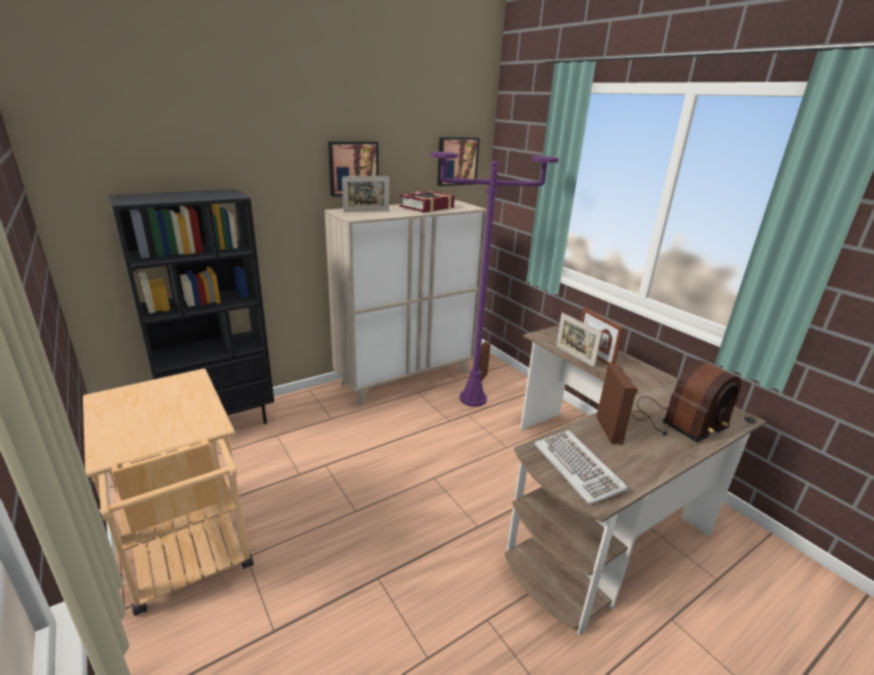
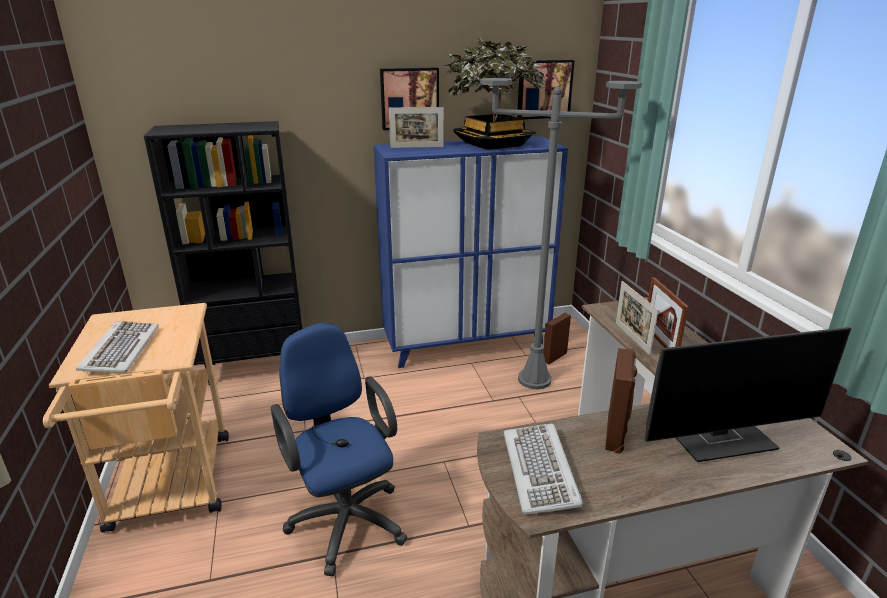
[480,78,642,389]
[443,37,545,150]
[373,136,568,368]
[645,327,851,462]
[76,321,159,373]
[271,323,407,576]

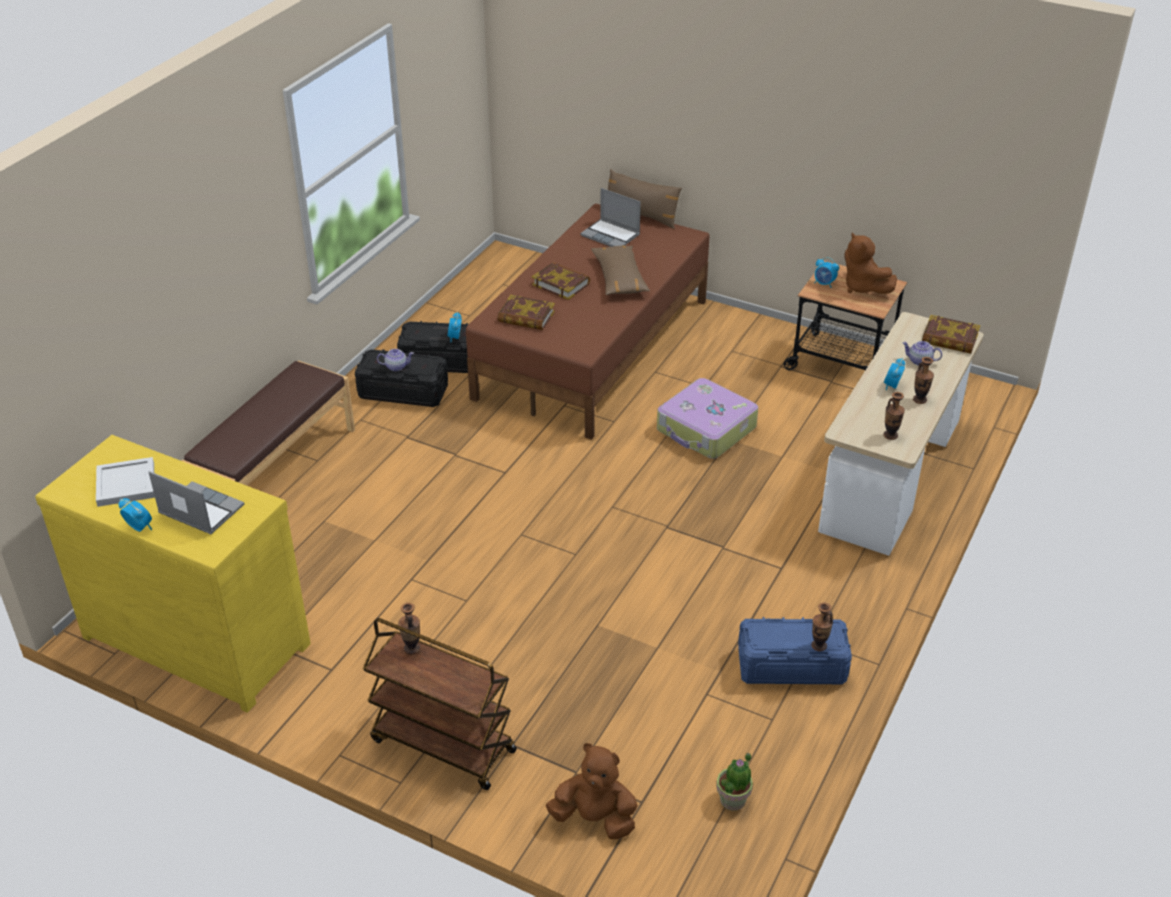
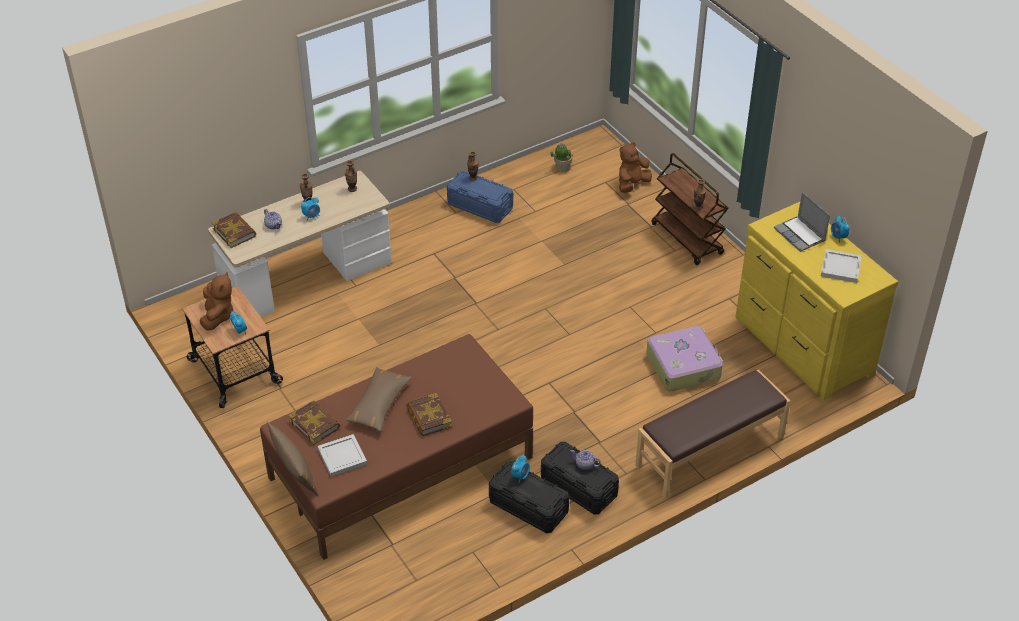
[317,434,367,477]
[288,400,340,445]
[646,326,723,391]
[619,142,652,193]

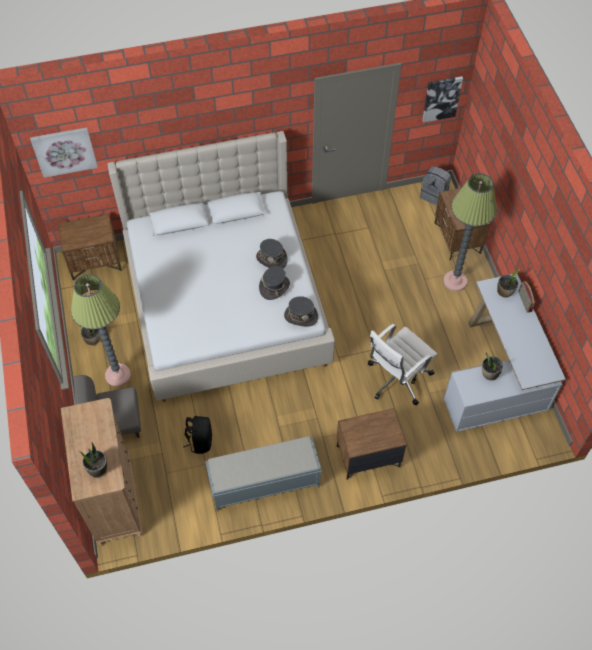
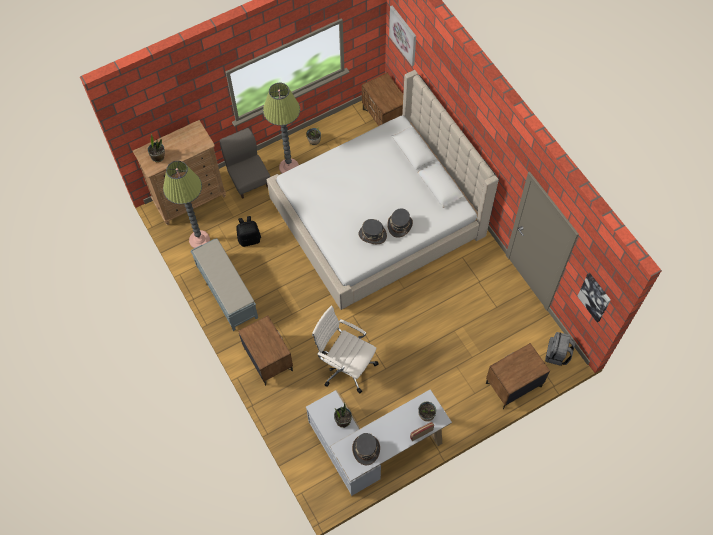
[163,161,210,248]
[352,433,380,465]

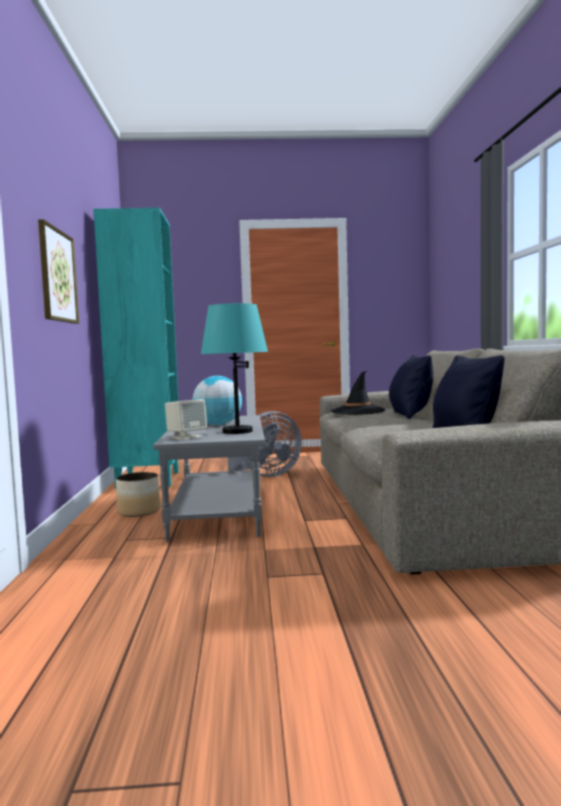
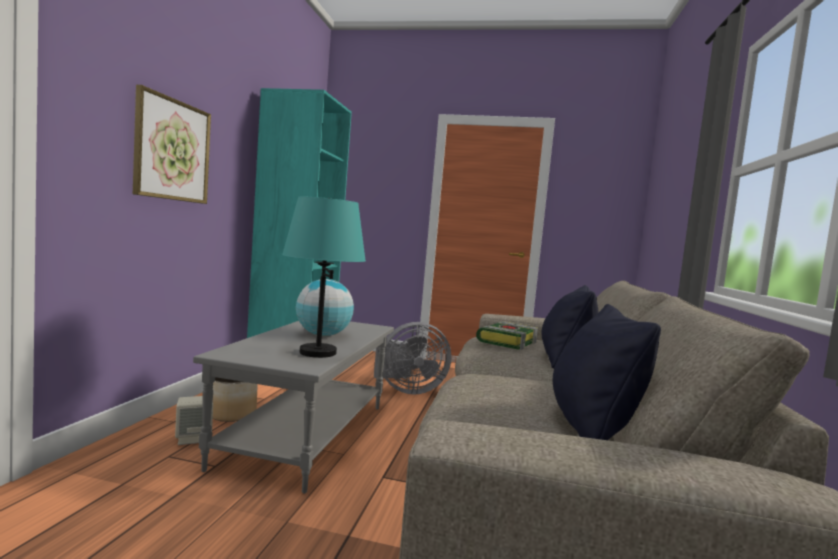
[476,321,538,350]
[175,396,213,445]

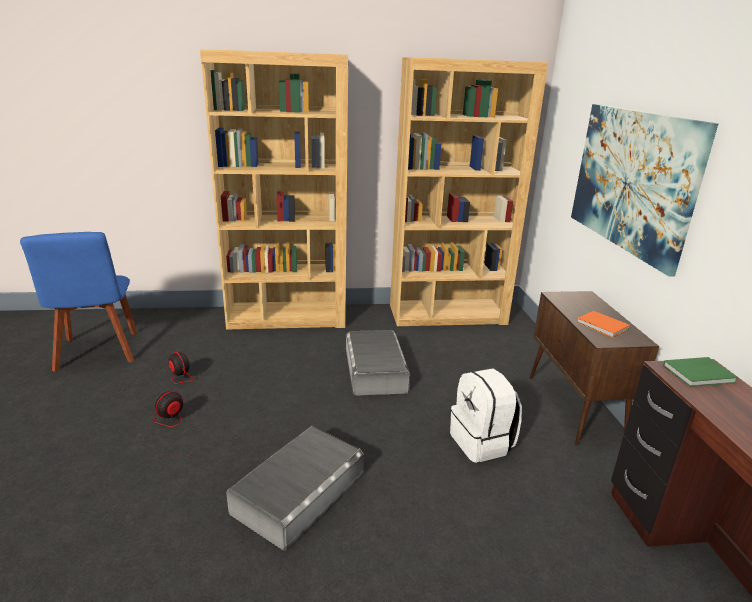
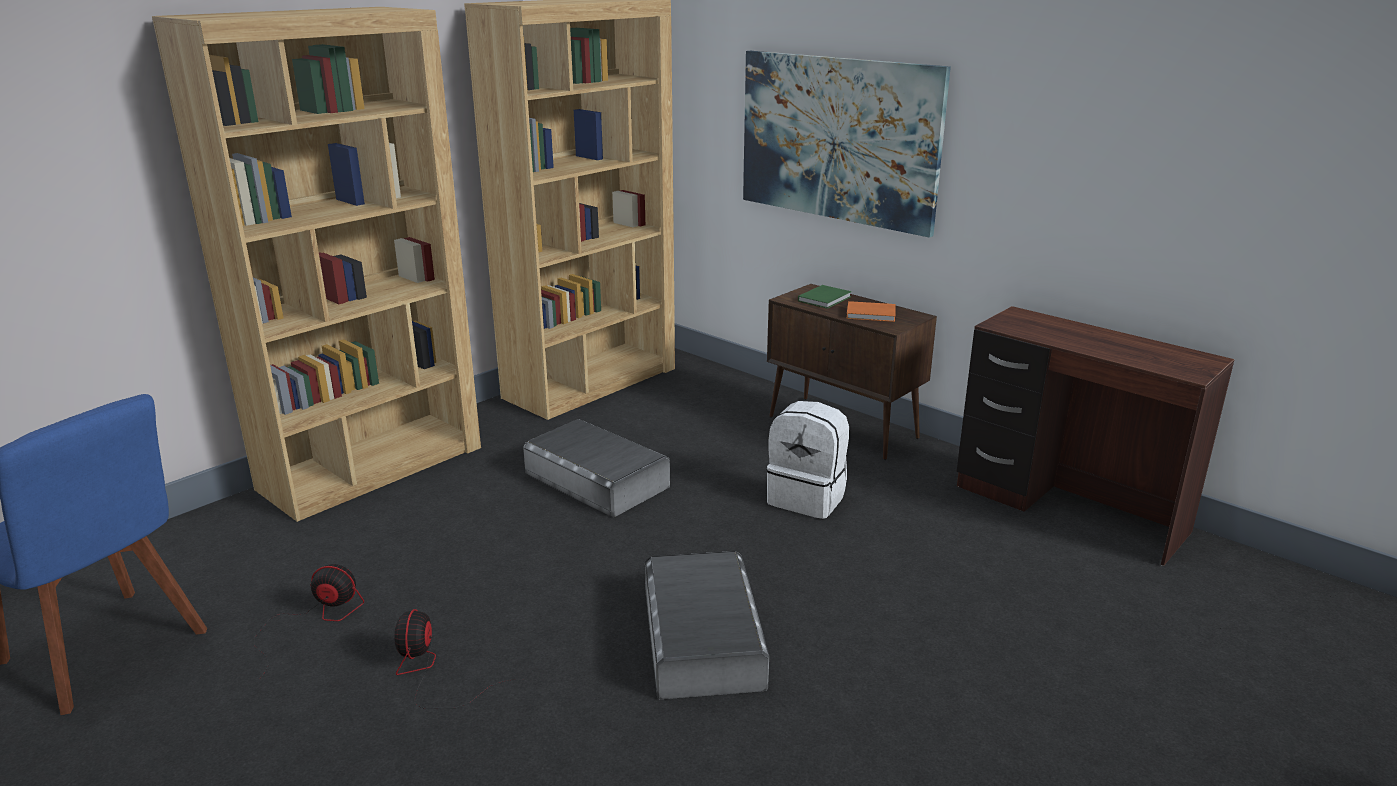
[798,285,851,309]

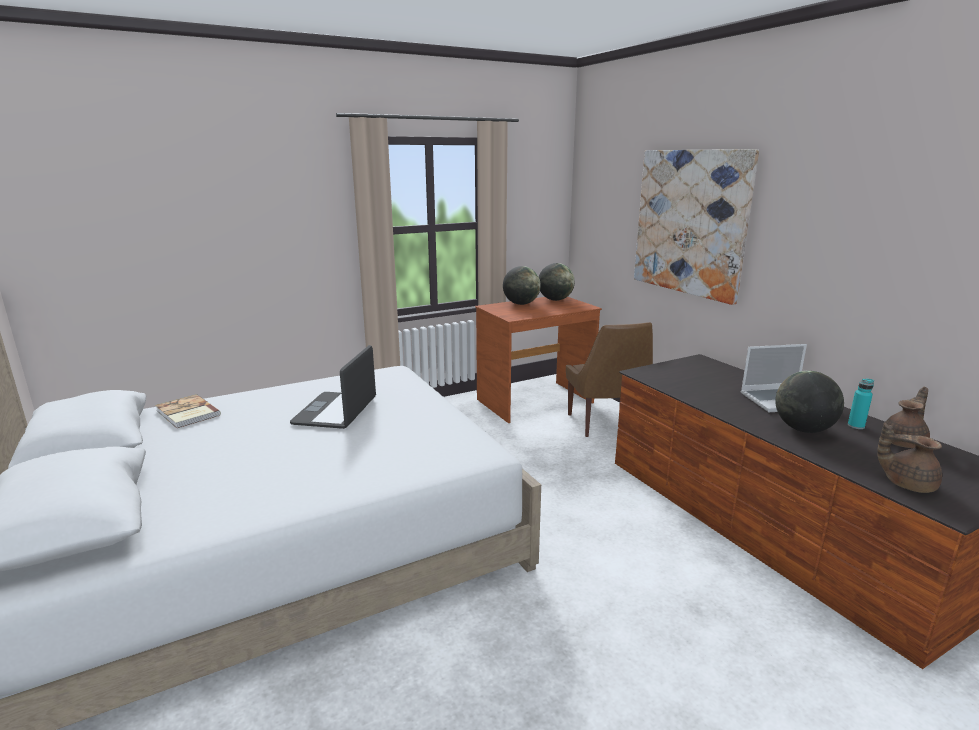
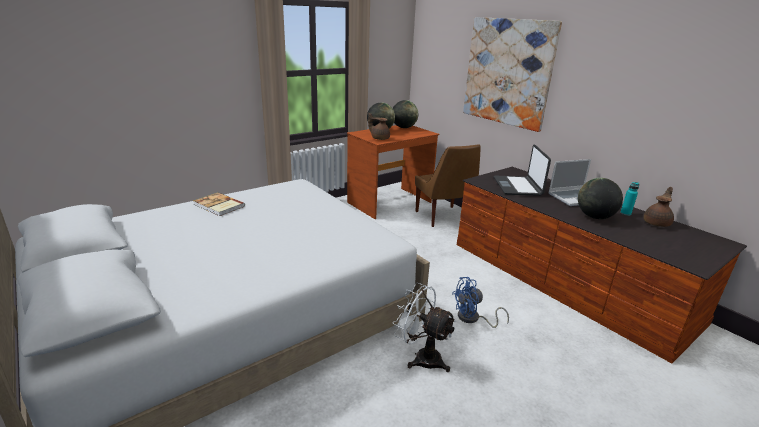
[494,144,551,196]
[193,192,245,216]
[368,113,390,140]
[452,277,509,328]
[393,282,456,372]

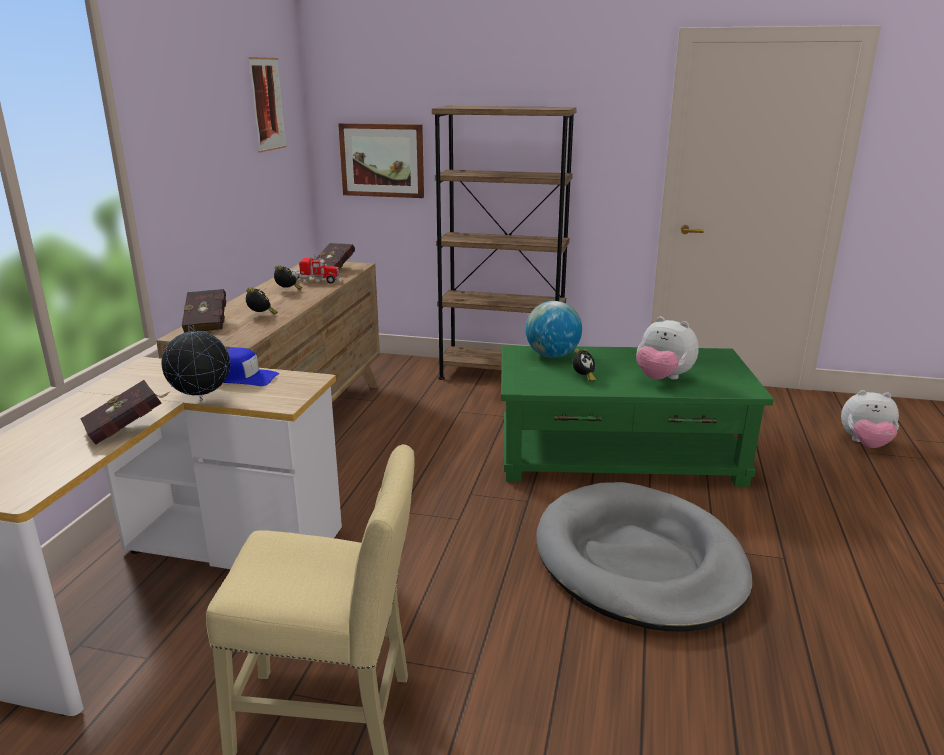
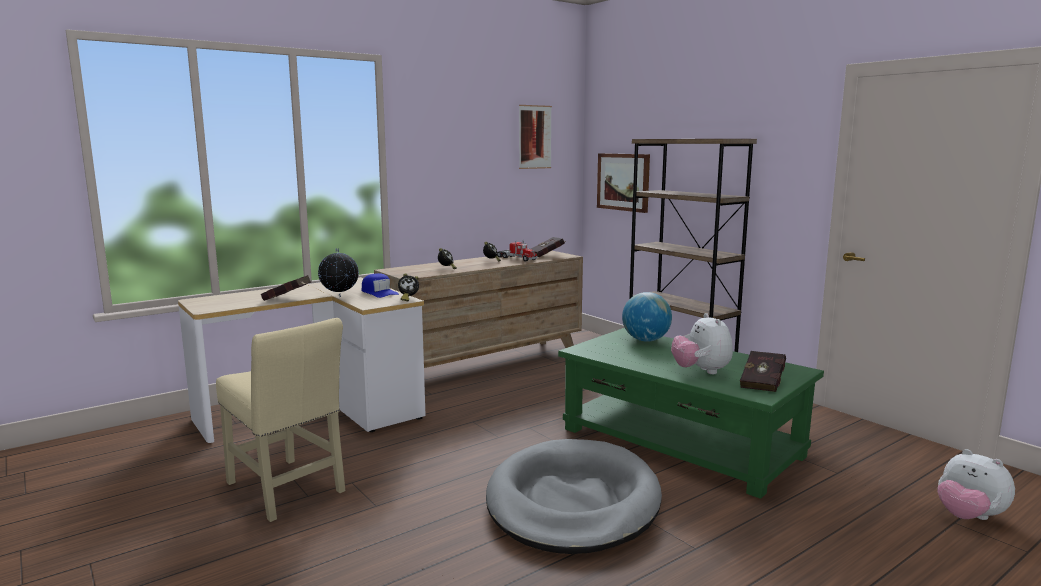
[740,351,786,392]
[398,273,419,301]

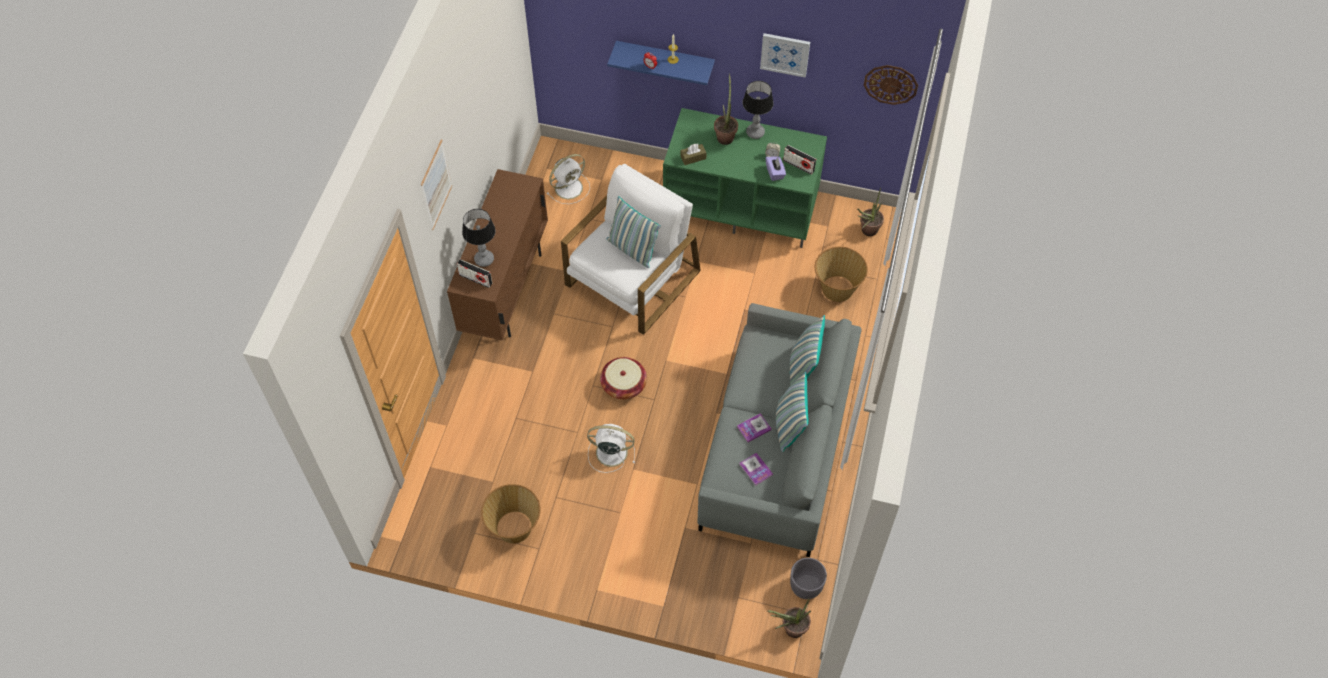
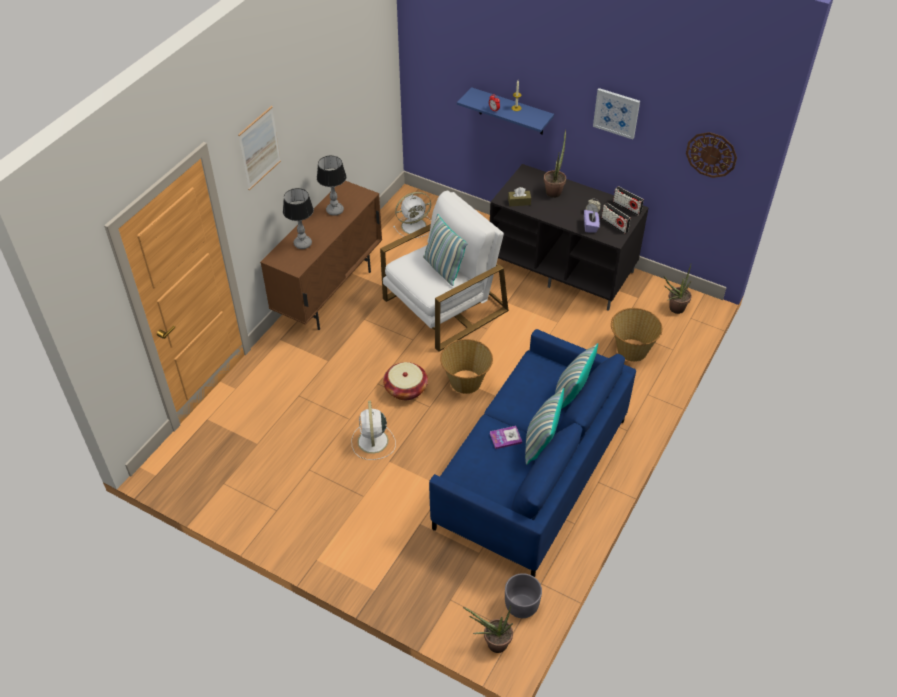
[317,156,346,216]
[490,164,649,311]
[613,186,644,215]
[429,329,636,577]
[351,401,396,460]
[739,453,773,486] (first image)
[440,339,493,394]

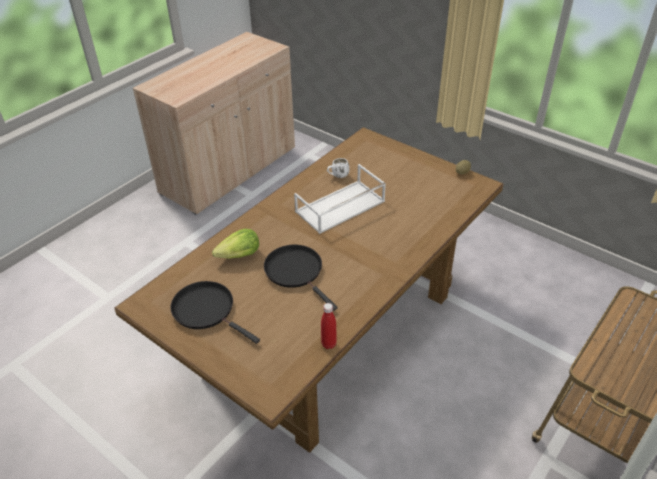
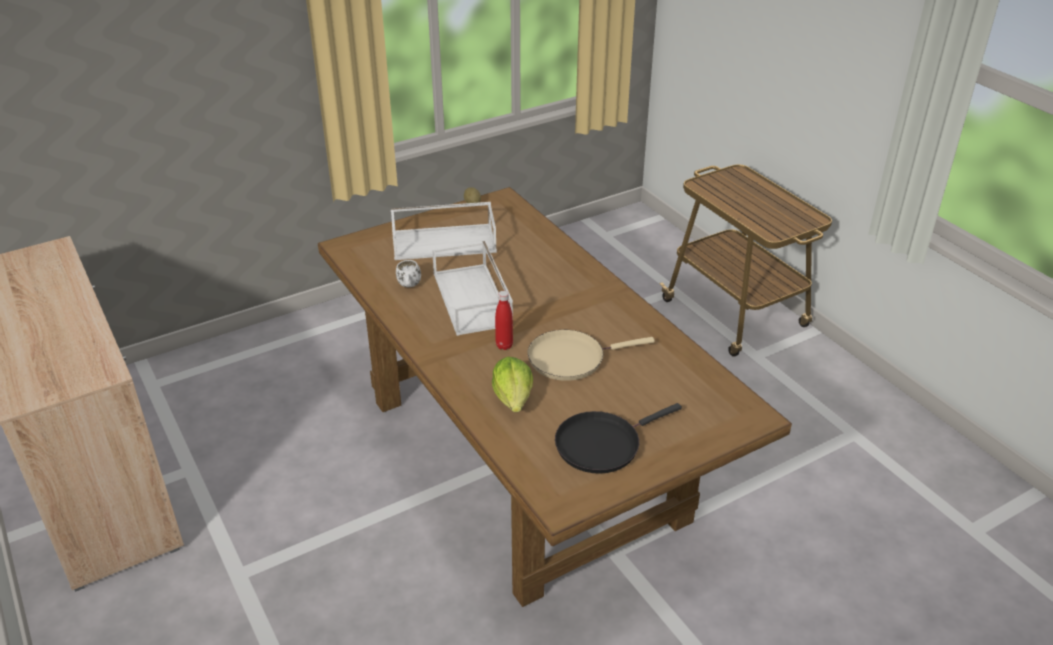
[528,330,655,381]
[495,291,513,350]
[391,202,497,260]

